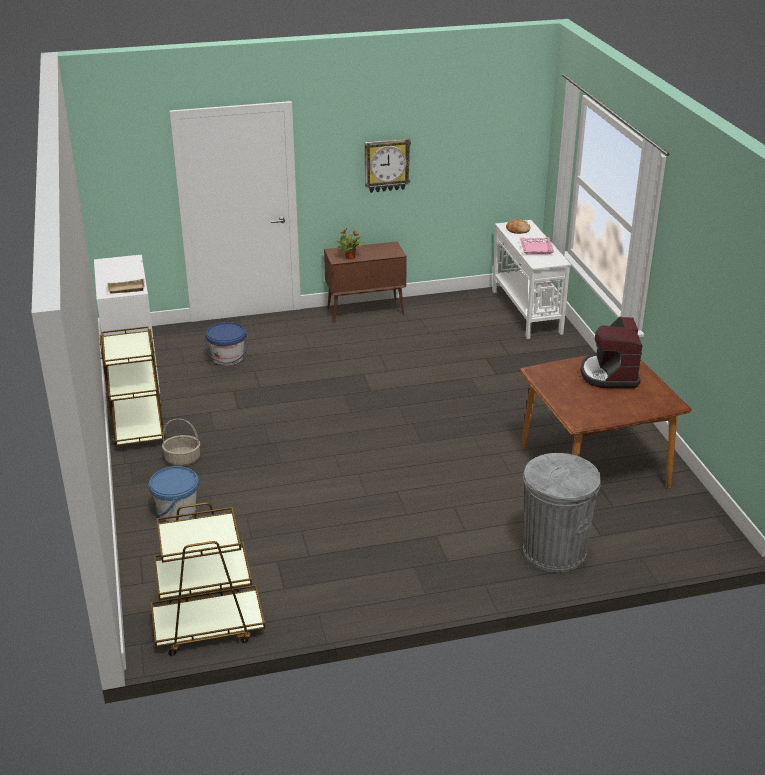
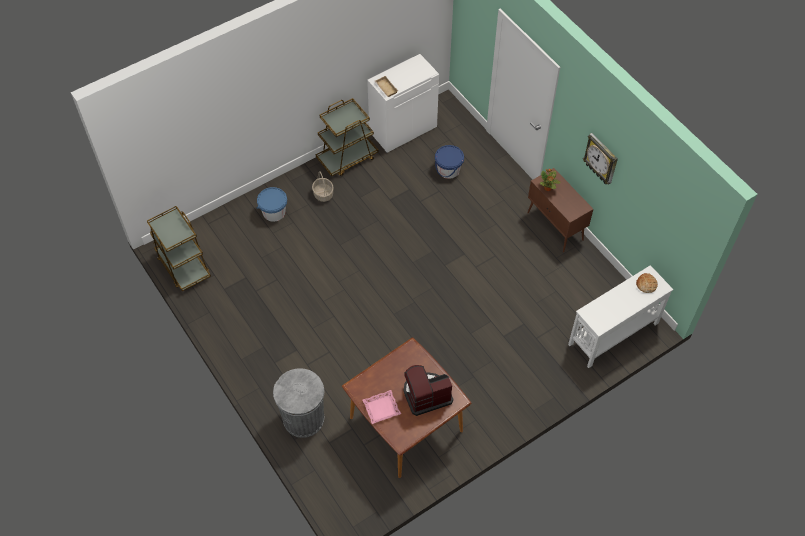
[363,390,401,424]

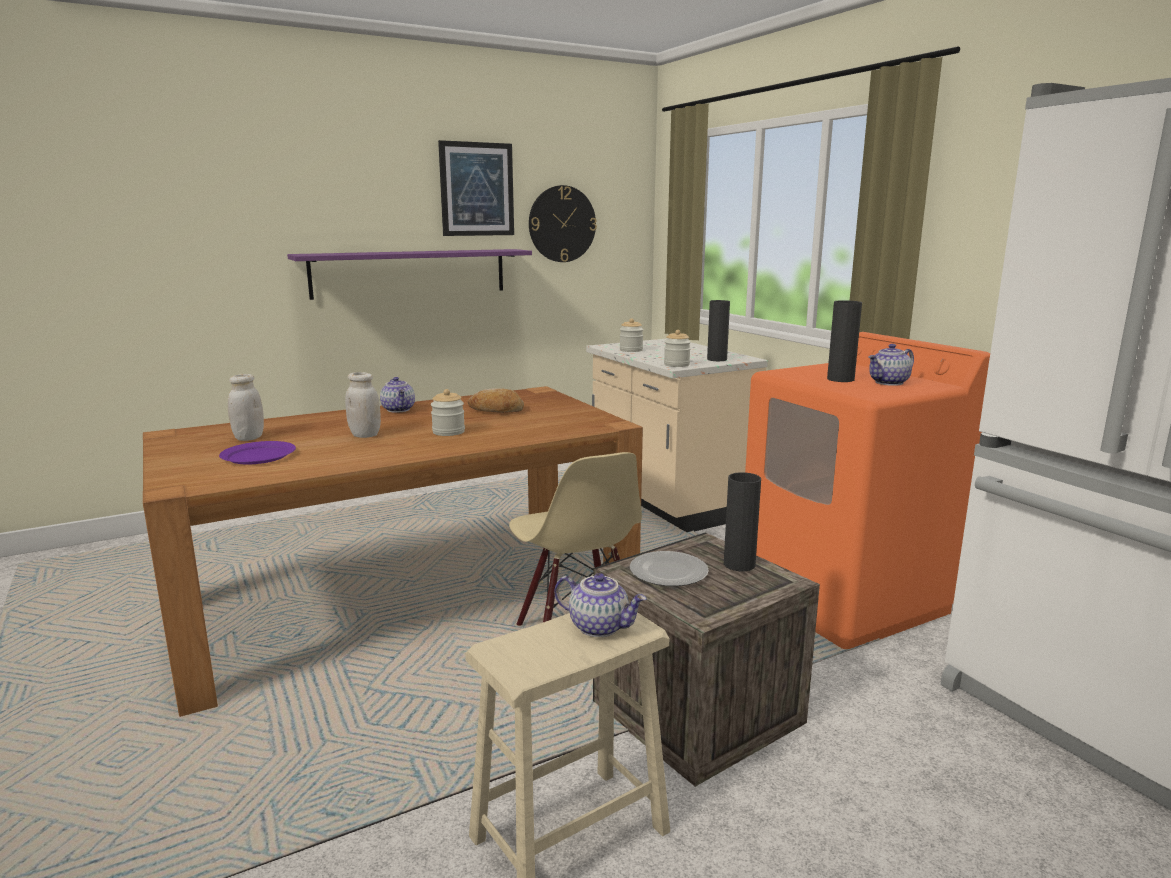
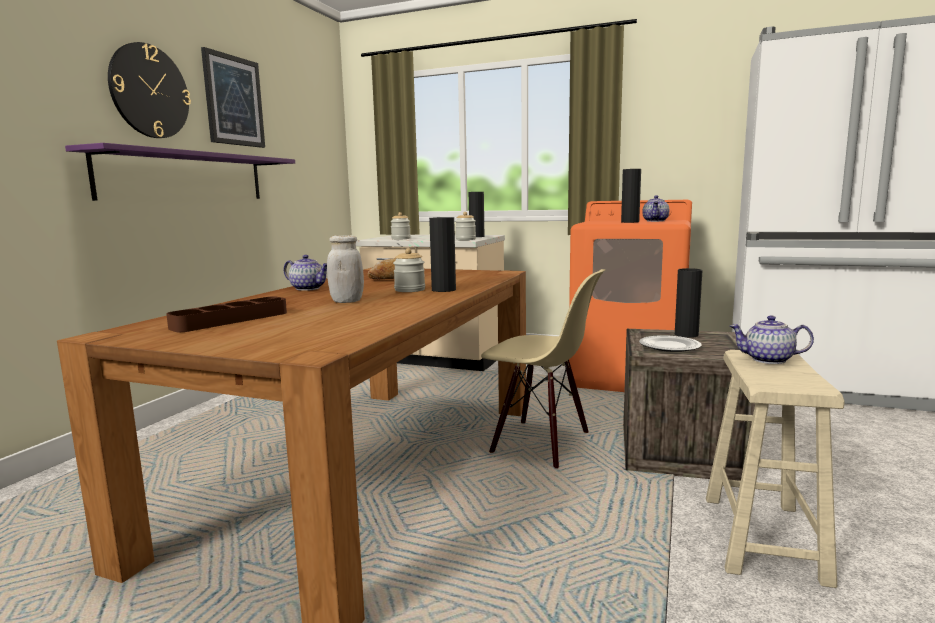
[108,42,191,138]
[166,296,287,332]
[219,441,296,464] (first image)
[730,315,814,364]
[429,217,456,292]

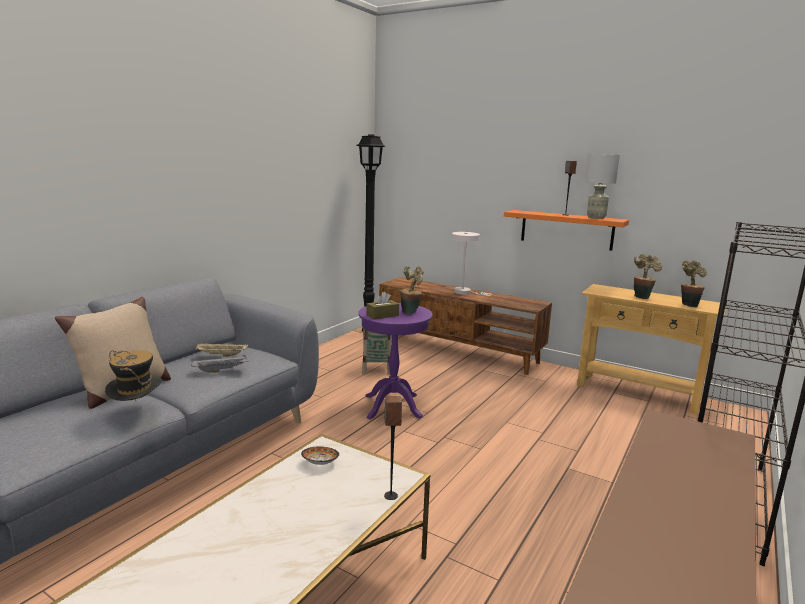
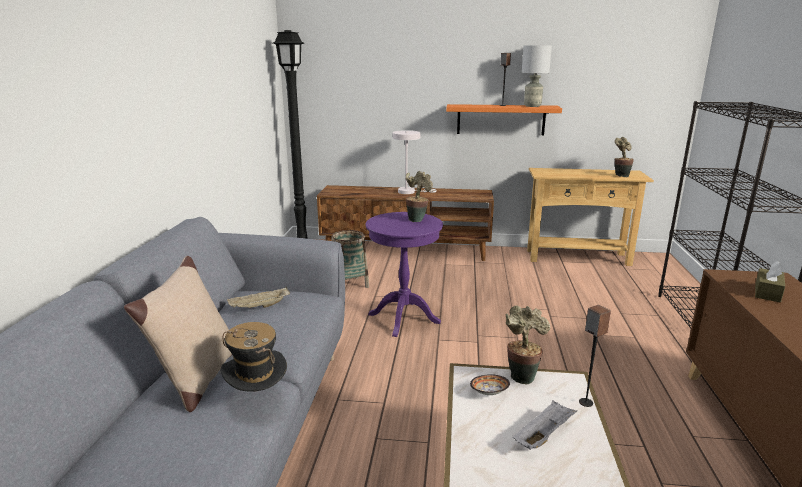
[506,305,550,385]
[755,262,785,302]
[513,400,577,450]

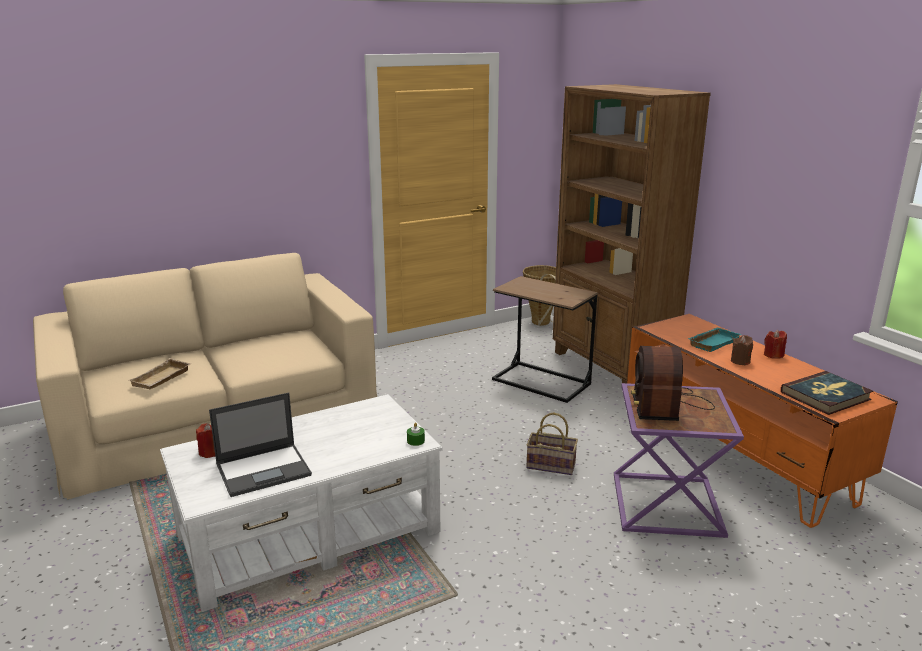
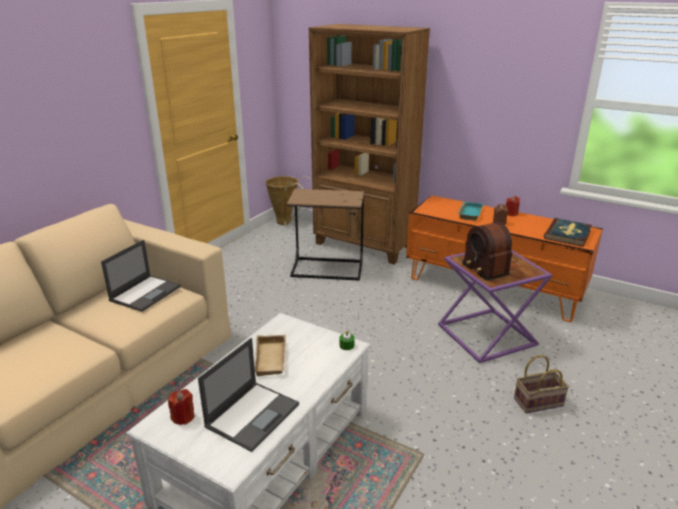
[255,335,286,376]
[514,355,569,413]
[101,240,181,312]

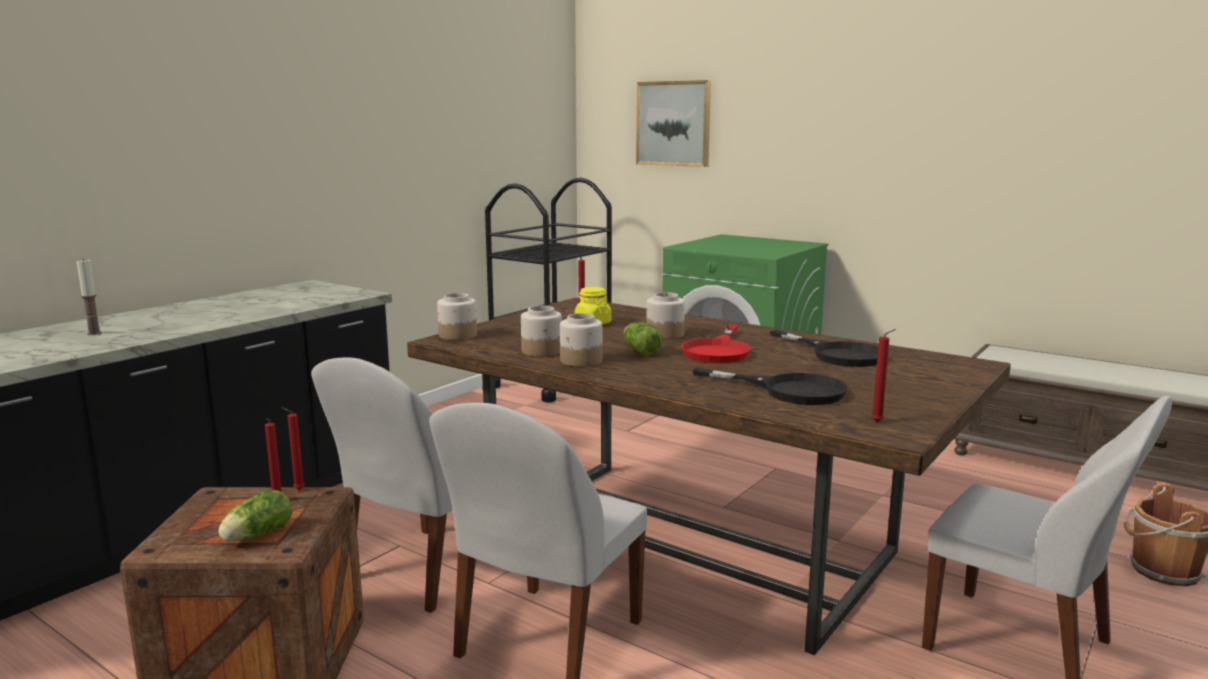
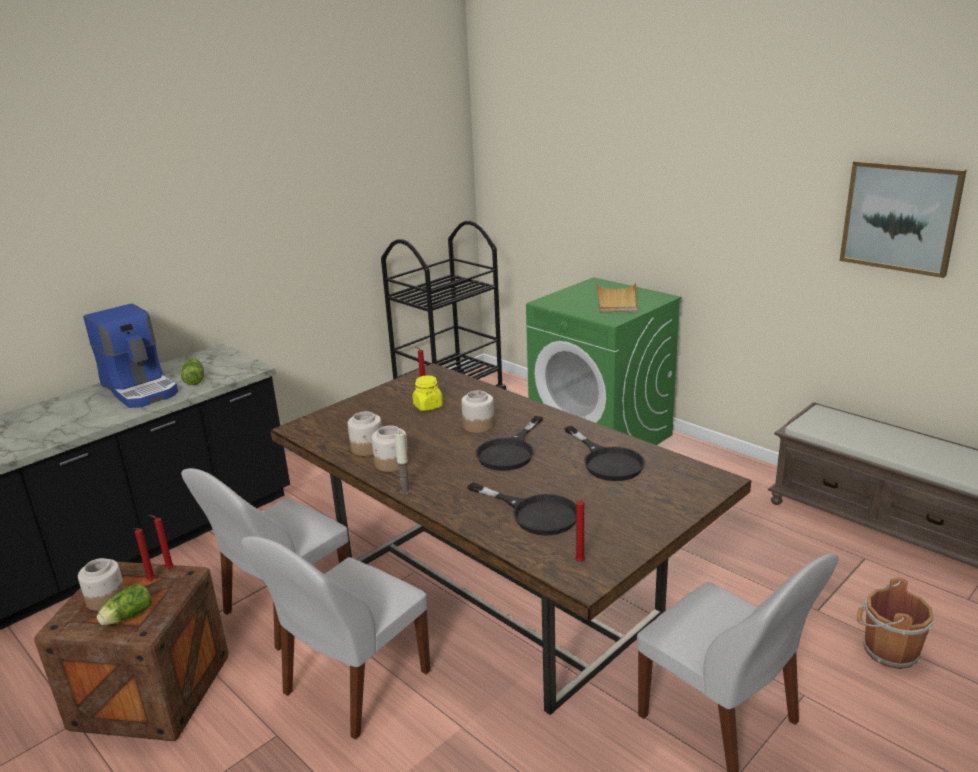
[840,160,967,278]
[394,432,411,494]
[78,558,125,611]
[181,359,204,385]
[476,416,543,471]
[596,282,637,312]
[83,303,178,408]

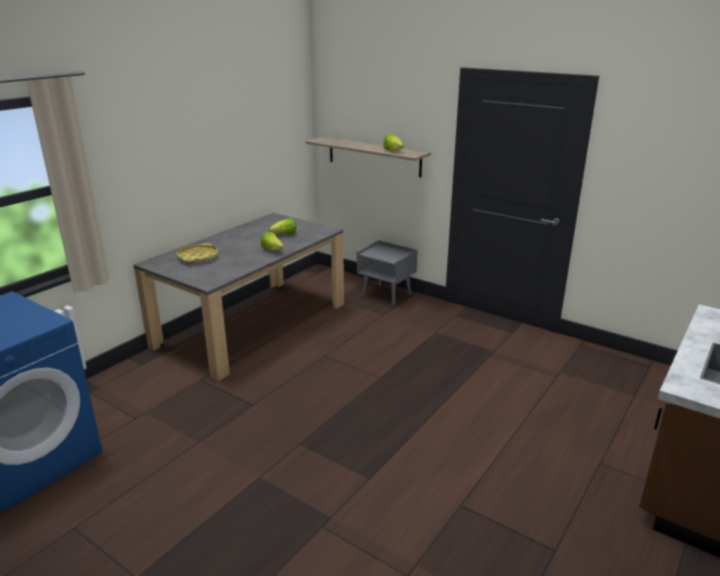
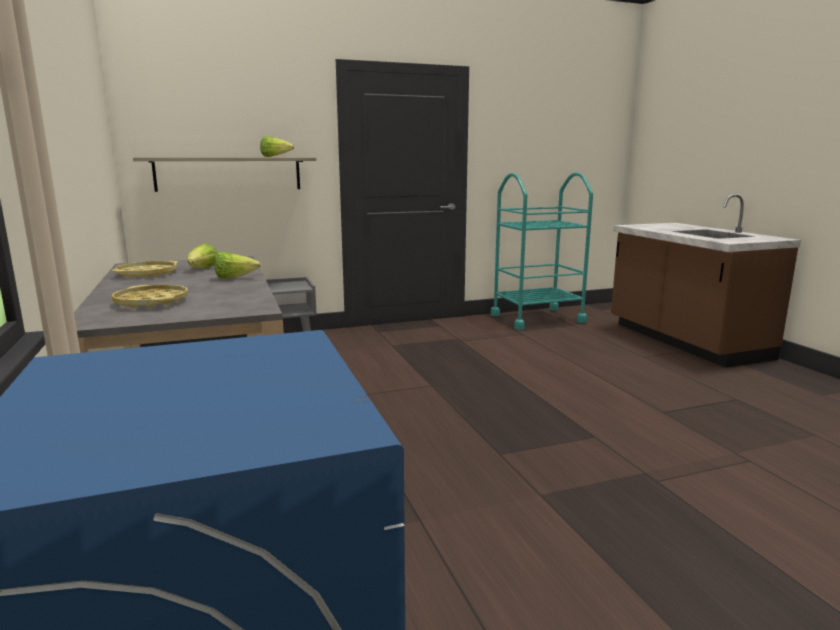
[491,172,593,330]
[112,261,178,278]

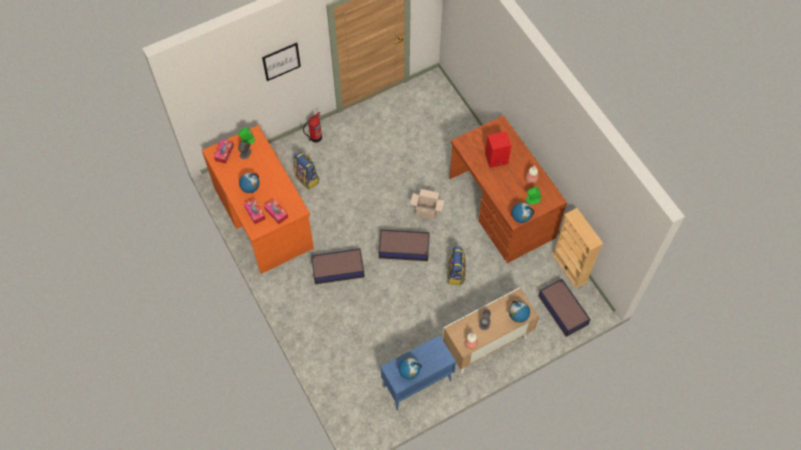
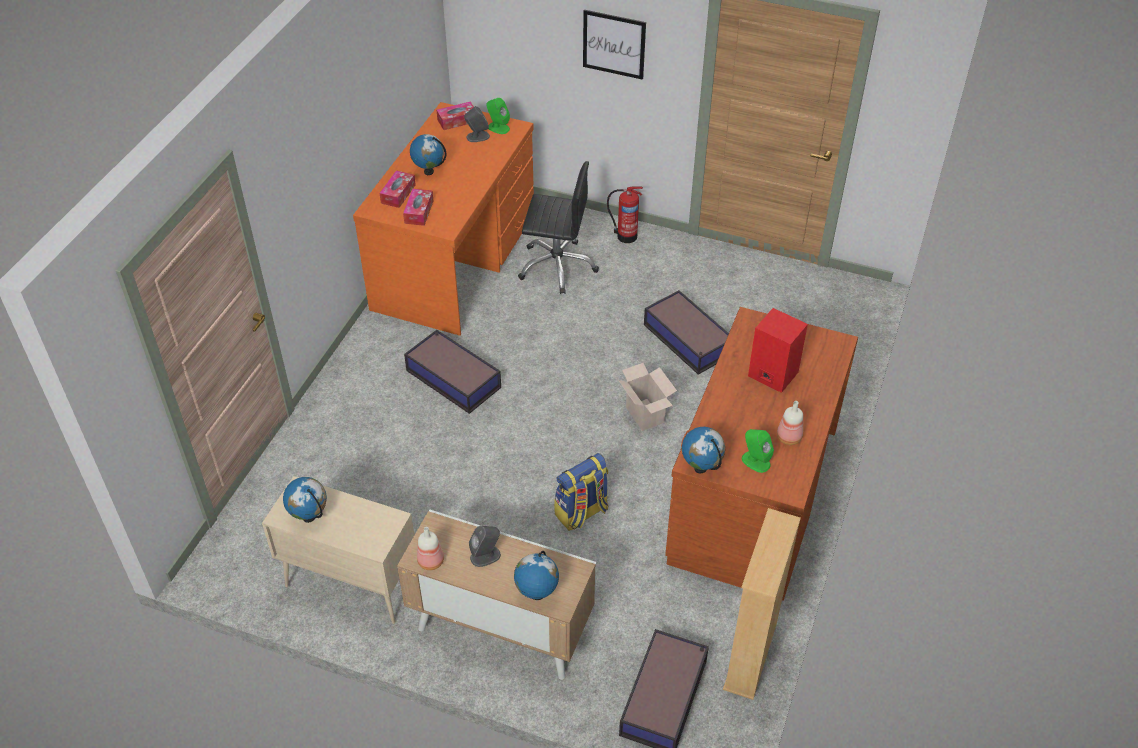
[518,161,599,294]
[644,290,729,375]
[262,476,414,624]

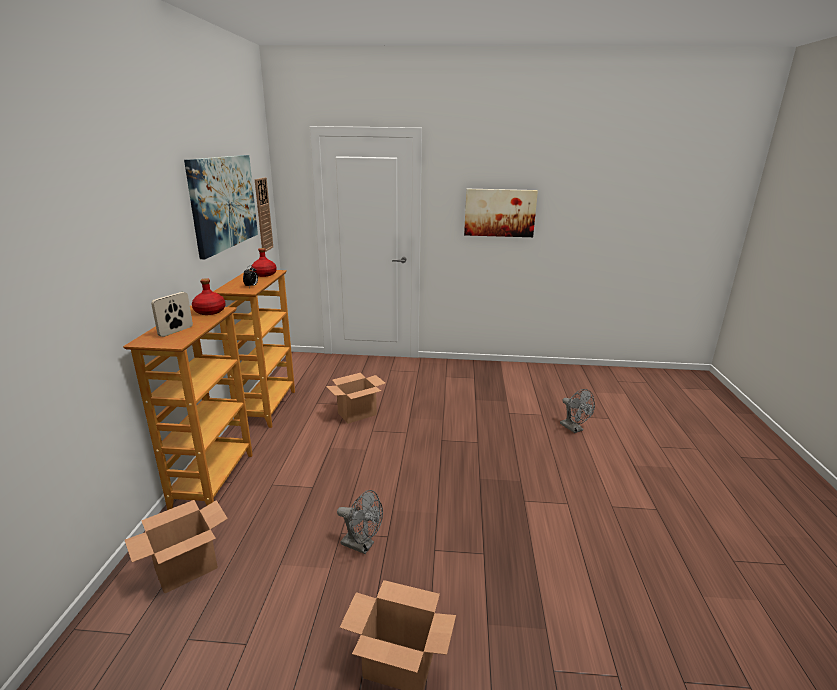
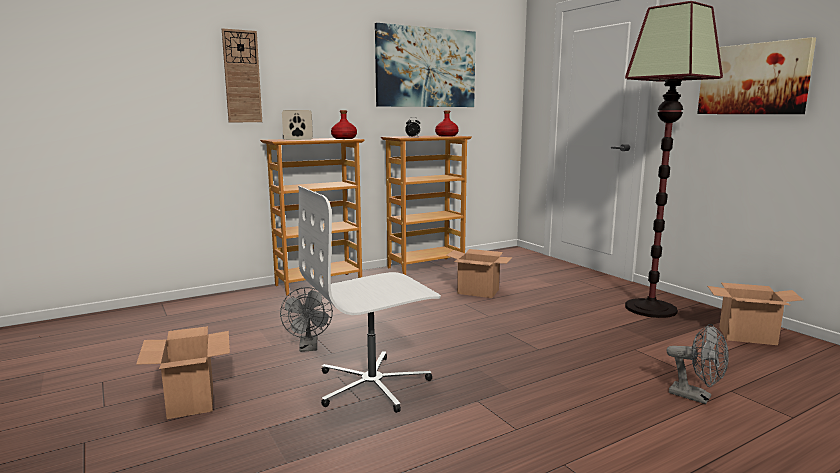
[222,28,262,122]
[667,324,729,404]
[708,283,804,345]
[625,1,723,318]
[298,186,441,413]

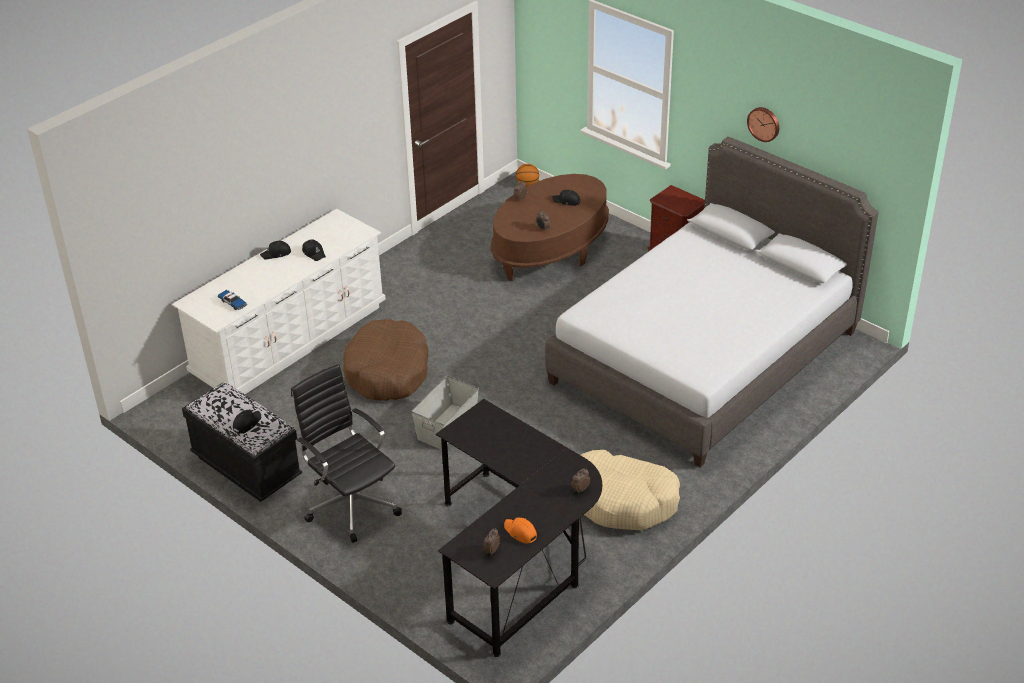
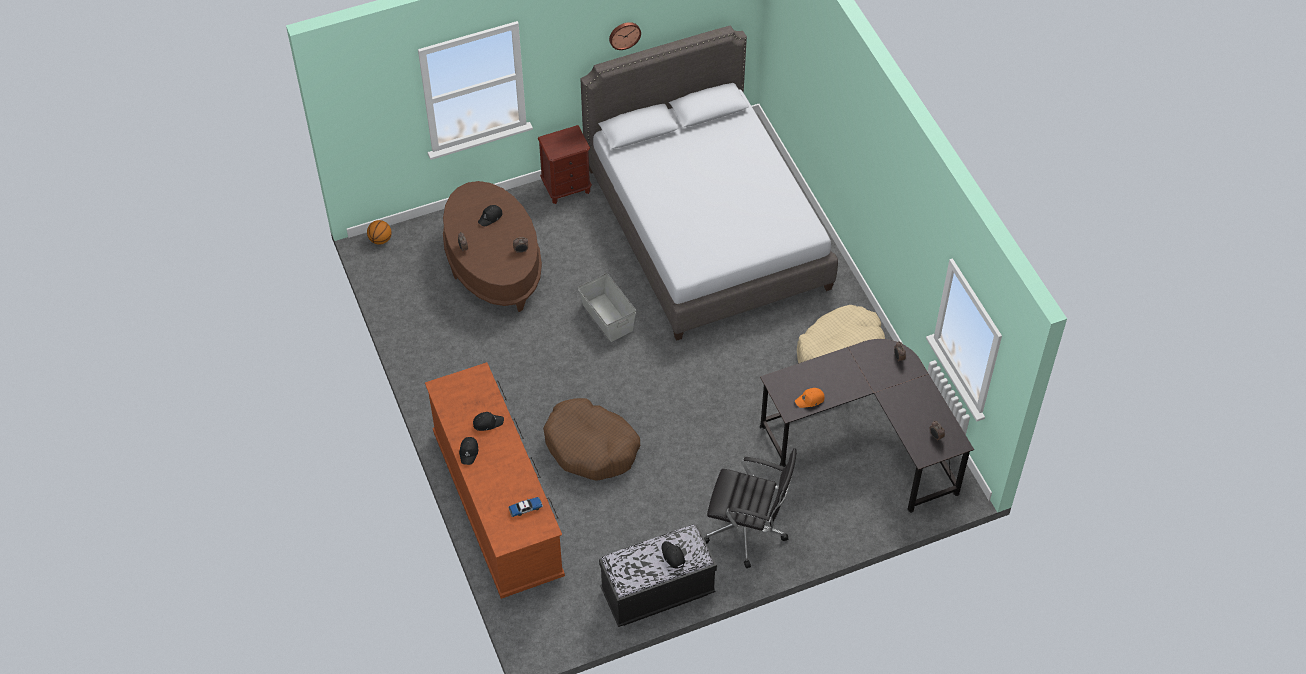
[425,362,565,599]
[704,448,797,568]
[578,273,636,342]
[795,388,825,408]

